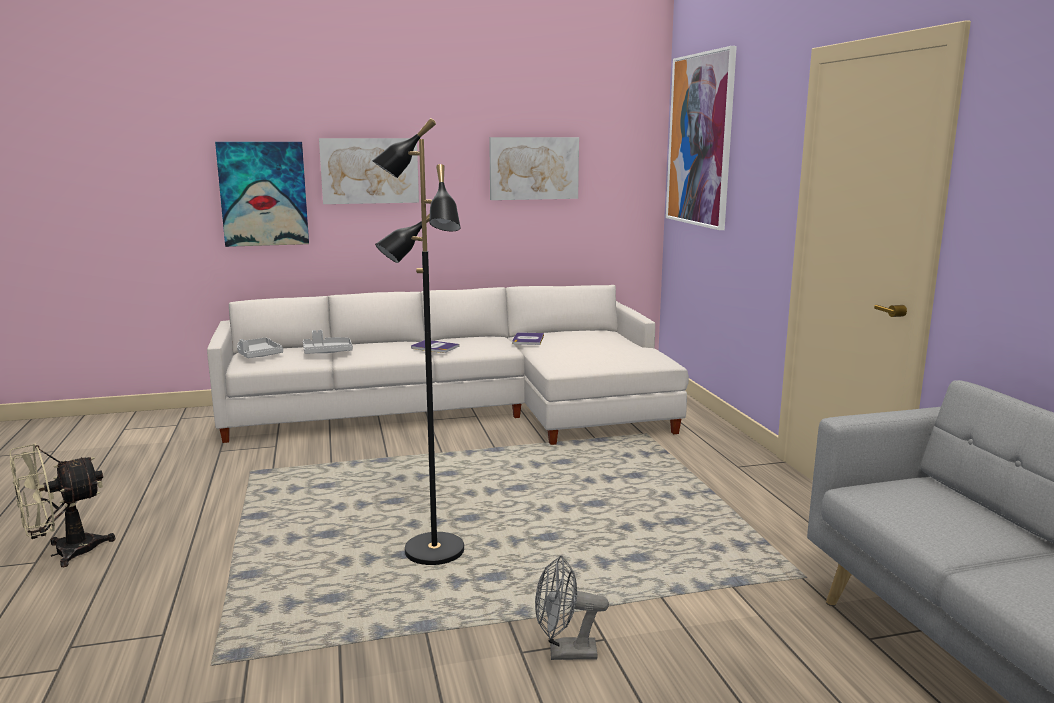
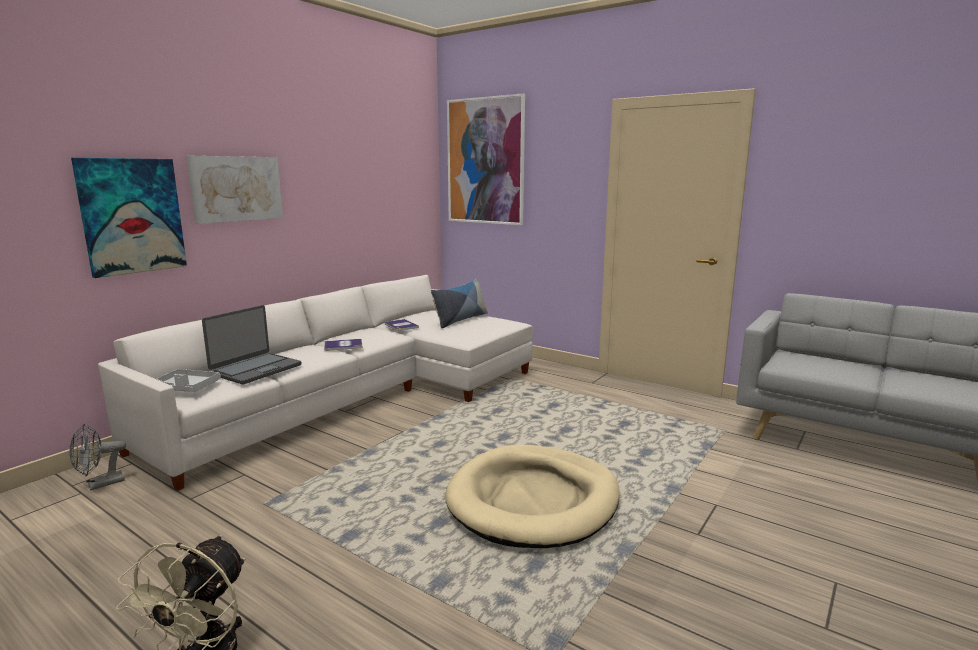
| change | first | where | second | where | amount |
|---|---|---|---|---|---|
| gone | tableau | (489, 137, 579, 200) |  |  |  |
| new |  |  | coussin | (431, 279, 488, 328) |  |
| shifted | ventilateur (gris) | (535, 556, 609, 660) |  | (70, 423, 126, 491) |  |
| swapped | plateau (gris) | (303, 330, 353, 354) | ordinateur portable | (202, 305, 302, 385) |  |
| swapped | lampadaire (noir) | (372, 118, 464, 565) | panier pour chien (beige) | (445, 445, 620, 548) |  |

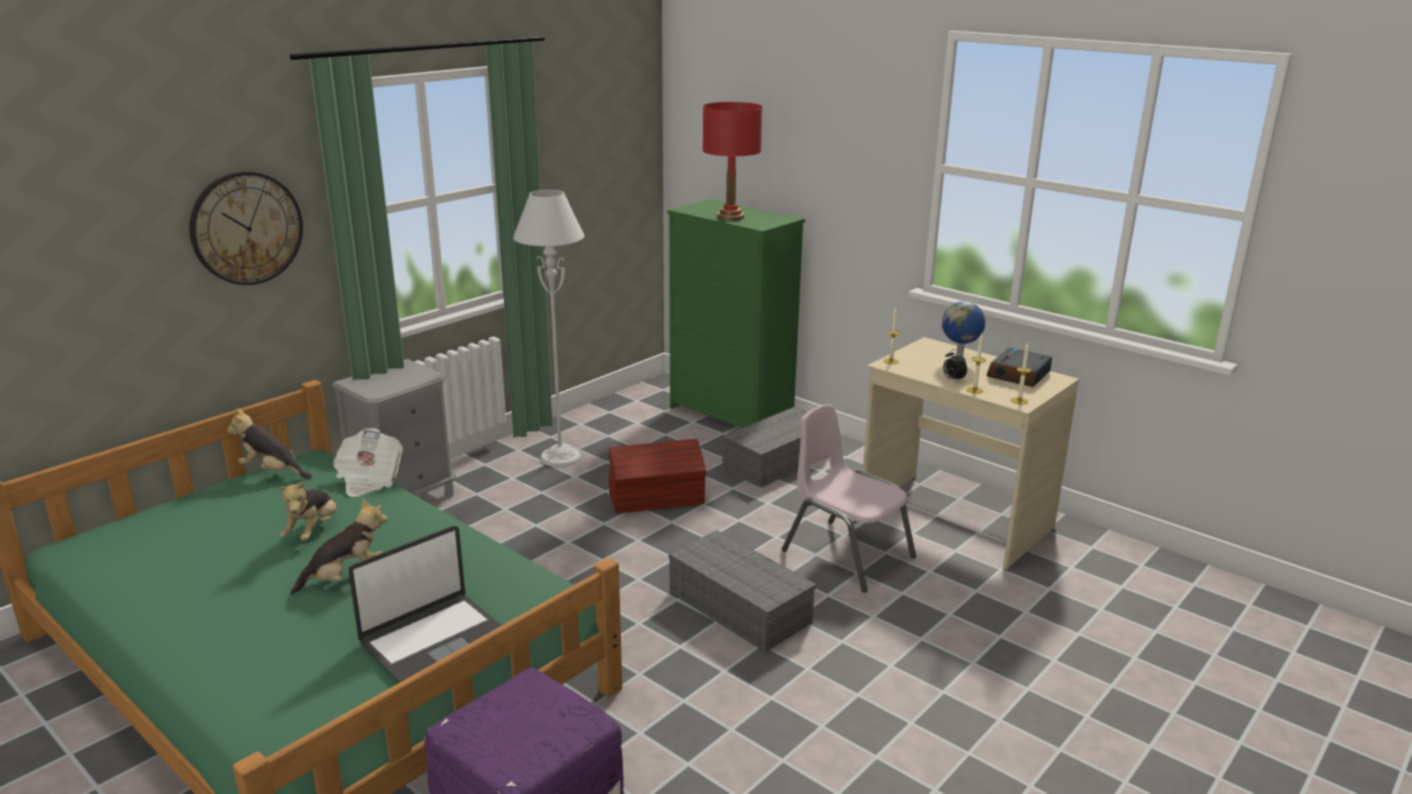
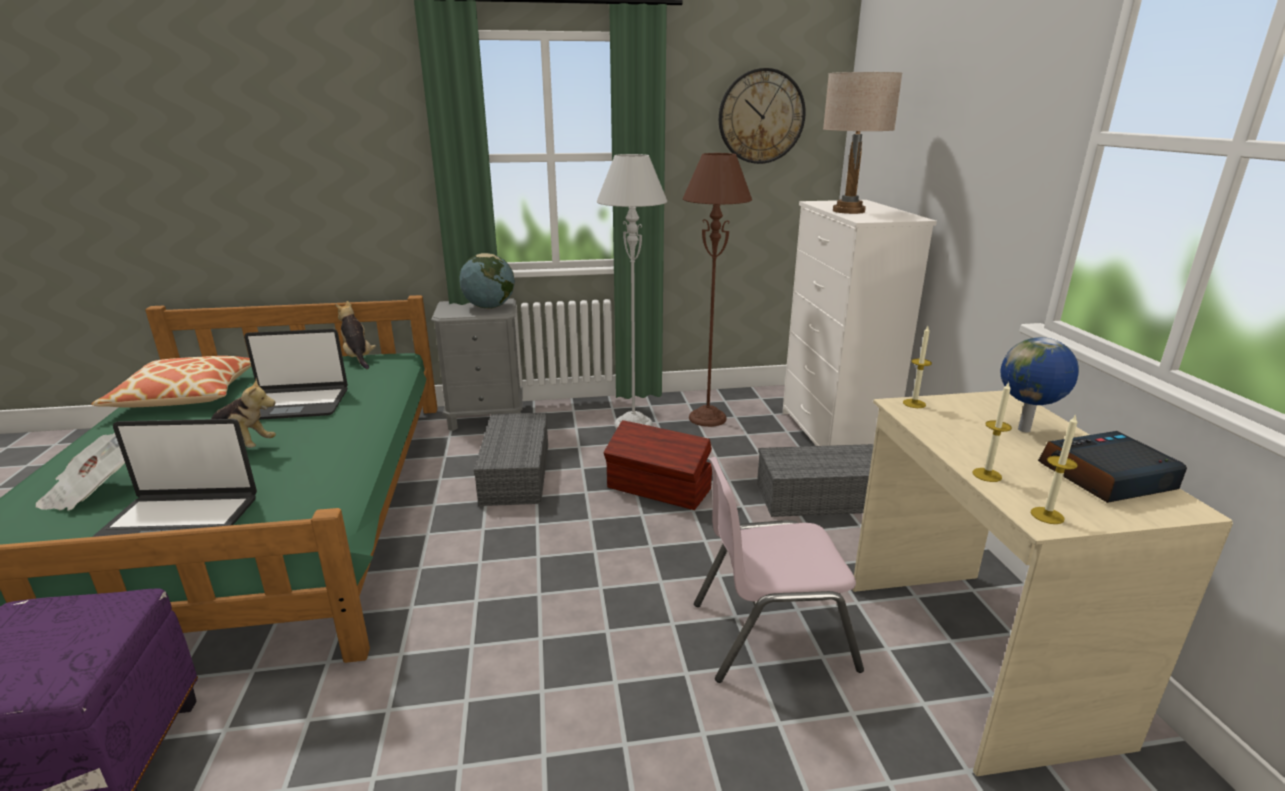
| change | first | where | second | where | amount |
|---|---|---|---|---|---|
| gone | réveil | (943, 349, 967, 383) |  |  |  |
| new |  |  | coussin | (91, 356, 252, 408) |  |
| new |  |  | globe | (459, 253, 515, 309) |  |
| new |  |  | lampadaire (marron) | (683, 153, 752, 427) |  |
| shifted | horloge murale | (189, 171, 303, 285) |  | (719, 68, 806, 164) |  |
| shifted | journal | (333, 428, 403, 497) |  | (36, 433, 125, 511) |  |
| shifted | boîte de rangement (gris) | (668, 530, 816, 652) |  | (474, 413, 548, 506) |  |
| swapped | peluche | (279, 480, 336, 541) | ordinateur portable | (244, 329, 348, 420) |  |
| repainted | commode (vert) | (667, 199, 805, 428) | commode (blanc) | (782, 200, 937, 446) |  |
| repainted | lampe de table (rouge) | (703, 102, 763, 221) | lampe de table (beige) | (823, 72, 902, 214) |  |
| rotated | chaise (rose) | (782, 404, 916, 593) |  | (694, 457, 864, 683) | 90 degrees counterclockwise |

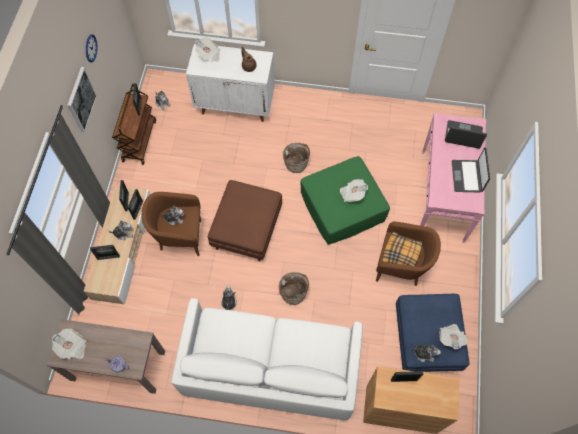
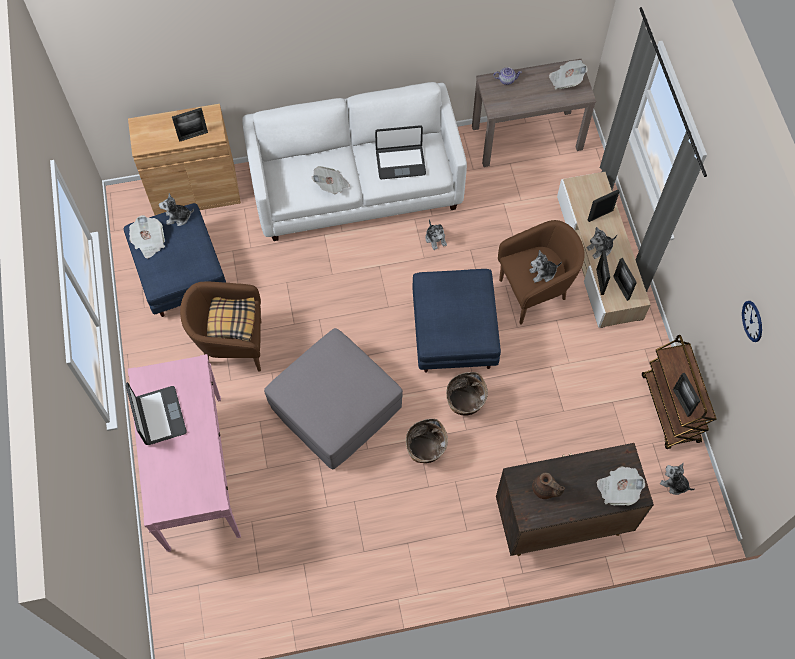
| change | first | where | second | where | amount |
|---|---|---|---|---|---|
| gone | tableau | (67, 67, 97, 133) |  |  |  |
| shifted | panier | (279, 272, 309, 305) |  | (446, 372, 488, 416) |  |
| shifted | journal | (340, 179, 368, 202) |  | (312, 166, 350, 194) |  |
| shifted | ordinateur portable | (445, 120, 487, 149) |  | (375, 125, 426, 179) |  |
| repainted | meuble de rangement (blanc) | (186, 43, 274, 122) | meuble de rangement (marron) | (496, 443, 654, 556) |  |
| repainted | pouf (marron) | (208, 180, 282, 261) | pouf (bleu) | (412, 269, 501, 373) |  |
| repainted | pouf (vert) | (301, 156, 390, 245) | pouf (gris) | (264, 328, 403, 469) |  |

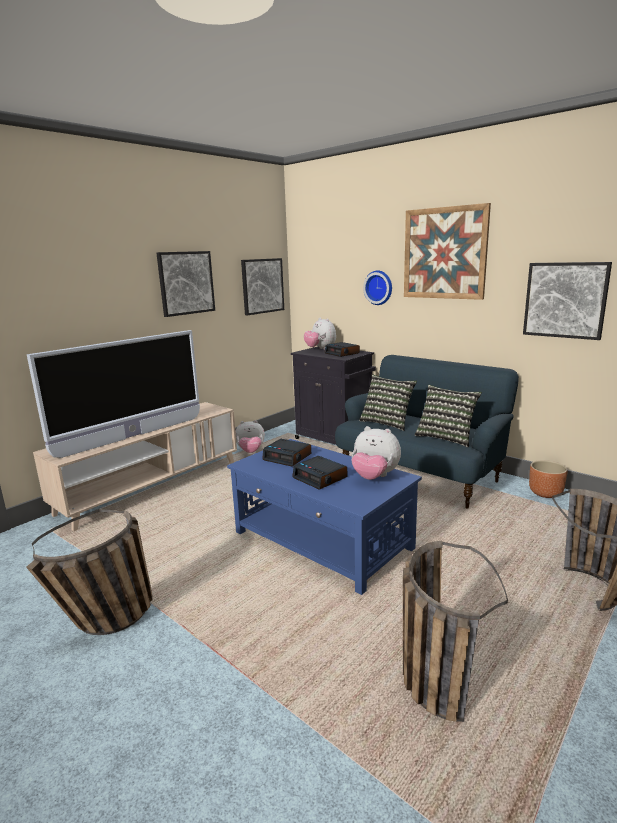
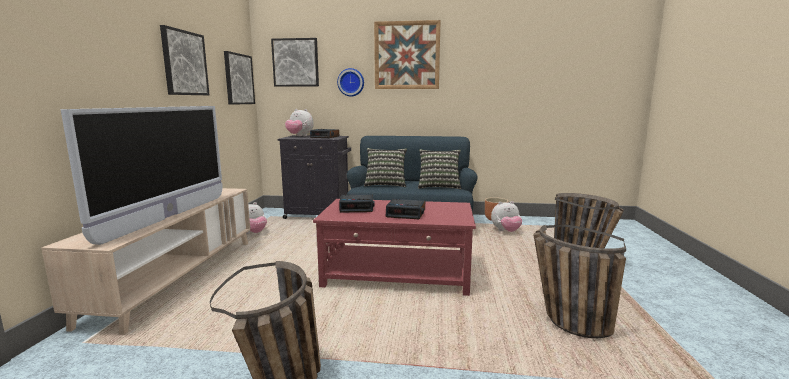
| change | first | where | second | where | amount |
|---|---|---|---|---|---|
| shifted | peluche | (352, 426, 401, 480) |  | (491, 201, 522, 232) |  |
| shifted | tableau | (523, 262, 612, 340) |  | (271, 38, 319, 87) |  |
| repainted | table basse (bleu) | (227, 439, 422, 595) | table basse (rouge) | (313, 199, 476, 296) |  |

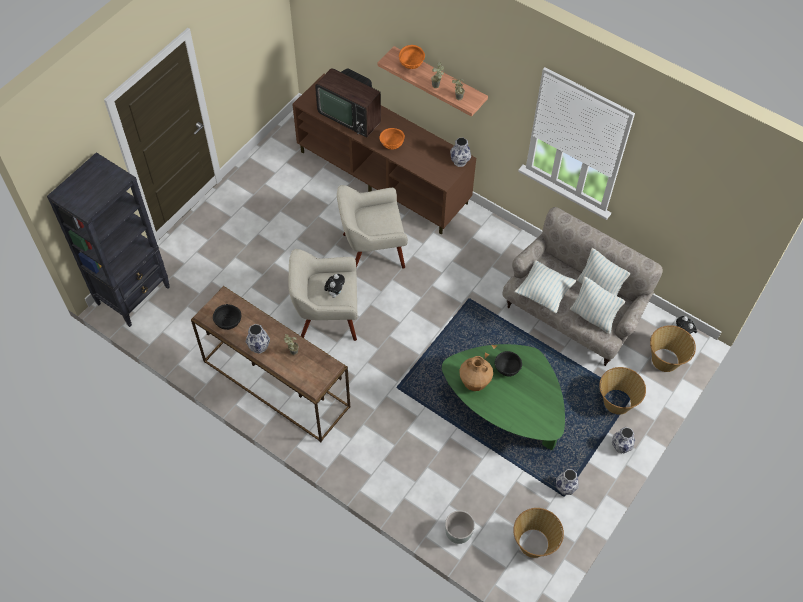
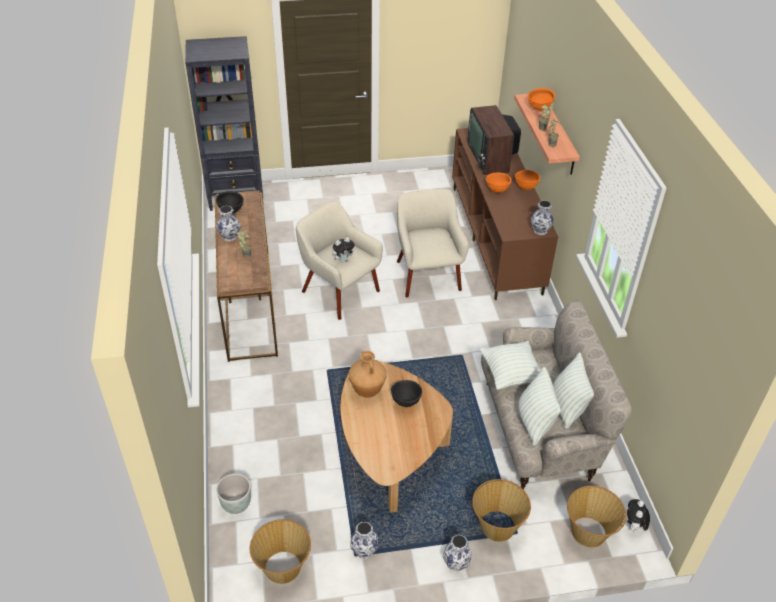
| change | first | where | second | where | amount |
|---|---|---|---|---|---|
| new |  |  | bol (orange) | (515, 170, 540, 190) |  |
| repainted | table basse (vert) | (442, 344, 565, 450) | table basse (marron) | (341, 360, 453, 513) |  |
| rotated | fauteuil (beige) | (337, 185, 408, 269) |  | (397, 189, 469, 298) | 45 degrees clockwise |

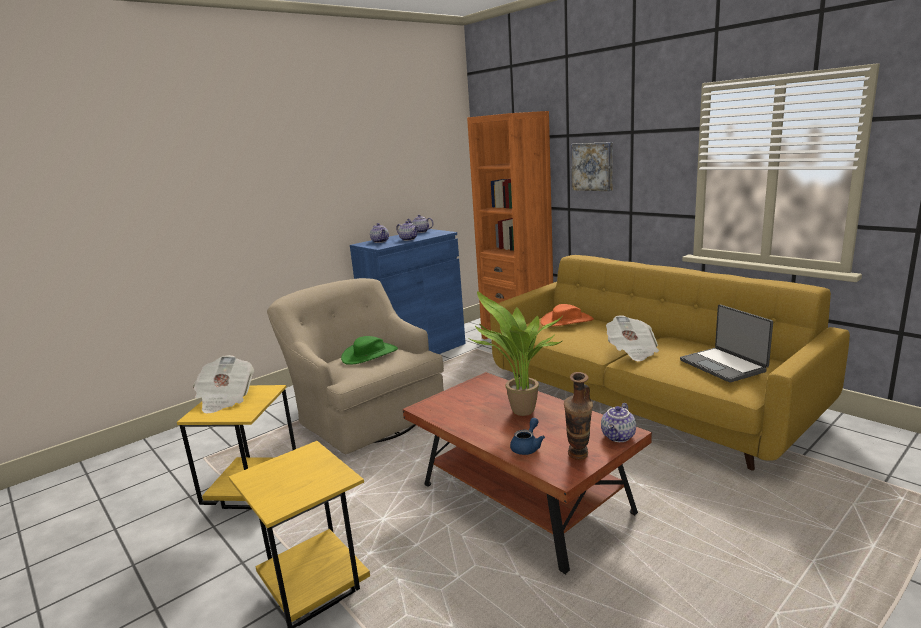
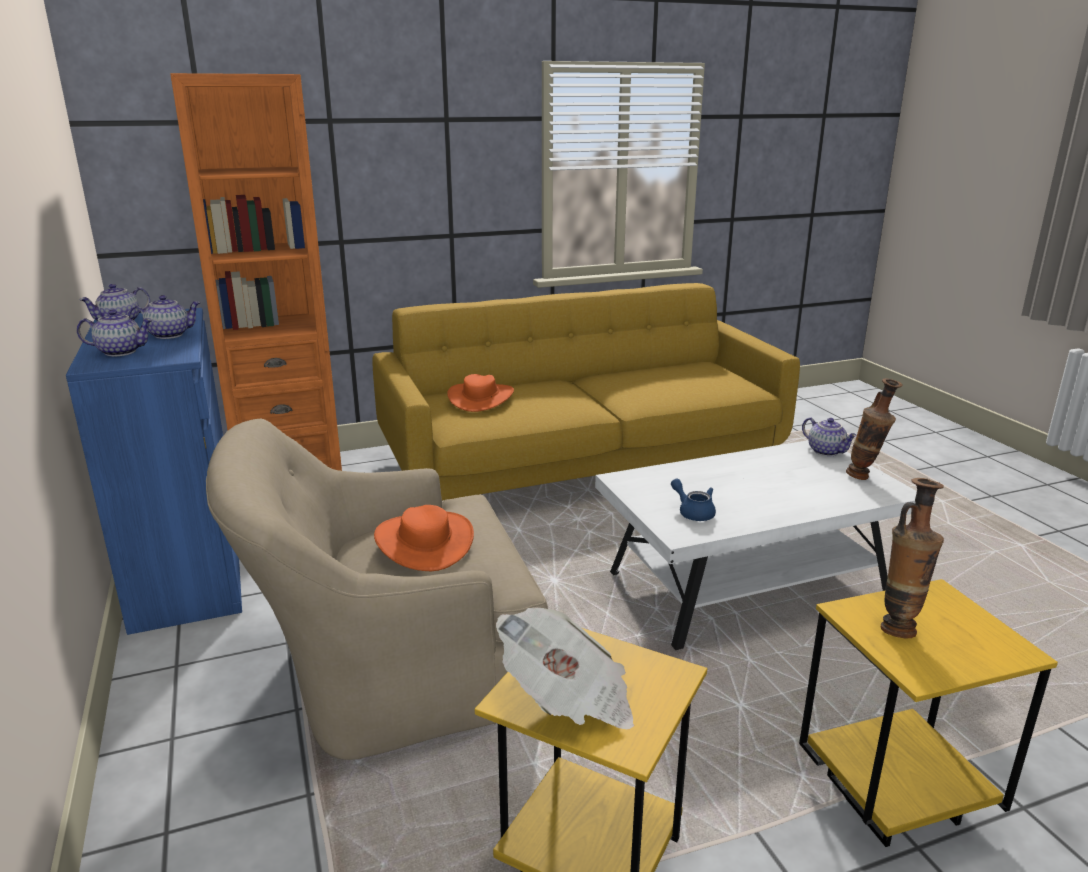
| change | first | where | second | where | amount |
|---|---|---|---|---|---|
| gone | plante en pot | (470, 291, 563, 416) |  |  |  |
| gone | tableau | (571, 142, 613, 191) |  |  |  |
| gone | journal | (606, 315, 659, 362) |  |  |  |
| gone | ordinateur portable | (680, 304, 773, 383) |  |  |  |
| new |  |  | vase | (881, 478, 944, 638) |  |
| shifted | théière (bleu) | (510, 418, 545, 455) |  | (671, 479, 716, 521) |  |
| repainted | chapeau (vert) | (341, 336, 398, 365) | chapeau (orange) | (374, 505, 474, 571) |  |
| repainted | table basse (marron) | (403, 372, 652, 575) | table basse (blanc) | (595, 440, 917, 650) |  |

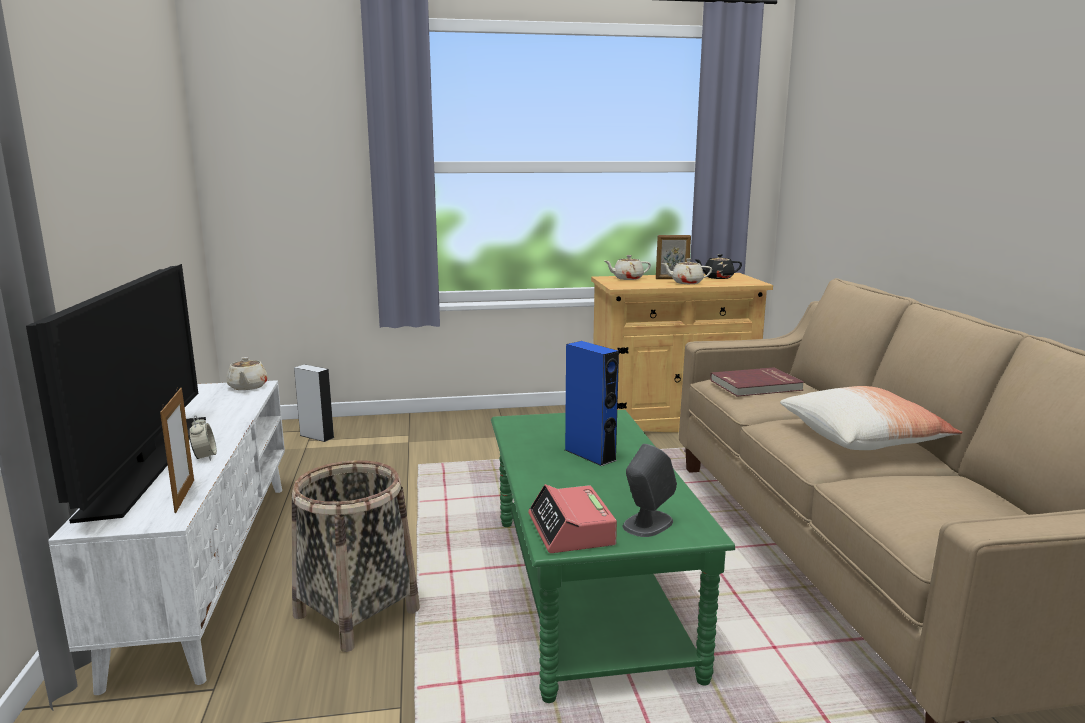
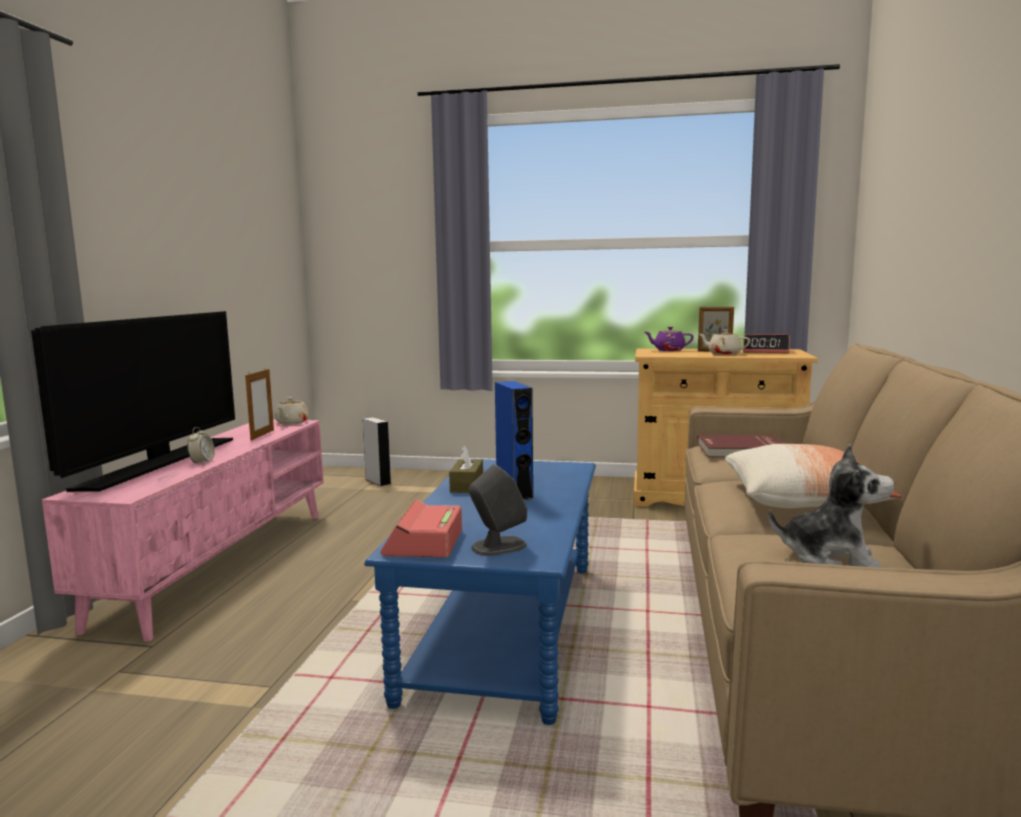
| change | first | where | second | where | amount |
|---|---|---|---|---|---|
| gone | panier | (292, 460, 420, 652) |  |  |  |
| new |  |  | boîte à mouchoirs (marron) | (449, 446, 483, 493) |  |
| new |  |  | peluche | (768, 444, 894, 568) |  |
| shifted | cadre photo | (160, 388, 194, 513) |  | (245, 368, 274, 441) |  |
| swapped | théière (noir) | (694, 254, 742, 279) | réveil | (743, 334, 790, 354) |  |
| repainted | meuble télé (blanc) | (48, 380, 285, 695) | meuble télé (rose) | (42, 419, 324, 642) |  |
| repainted | table basse (vert) | (491, 410, 735, 703) | table basse (bleu) | (364, 459, 596, 725) |  |
| repainted | théière (beige) | (605, 255, 651, 280) | théière (violet) | (645, 327, 693, 351) |  |

